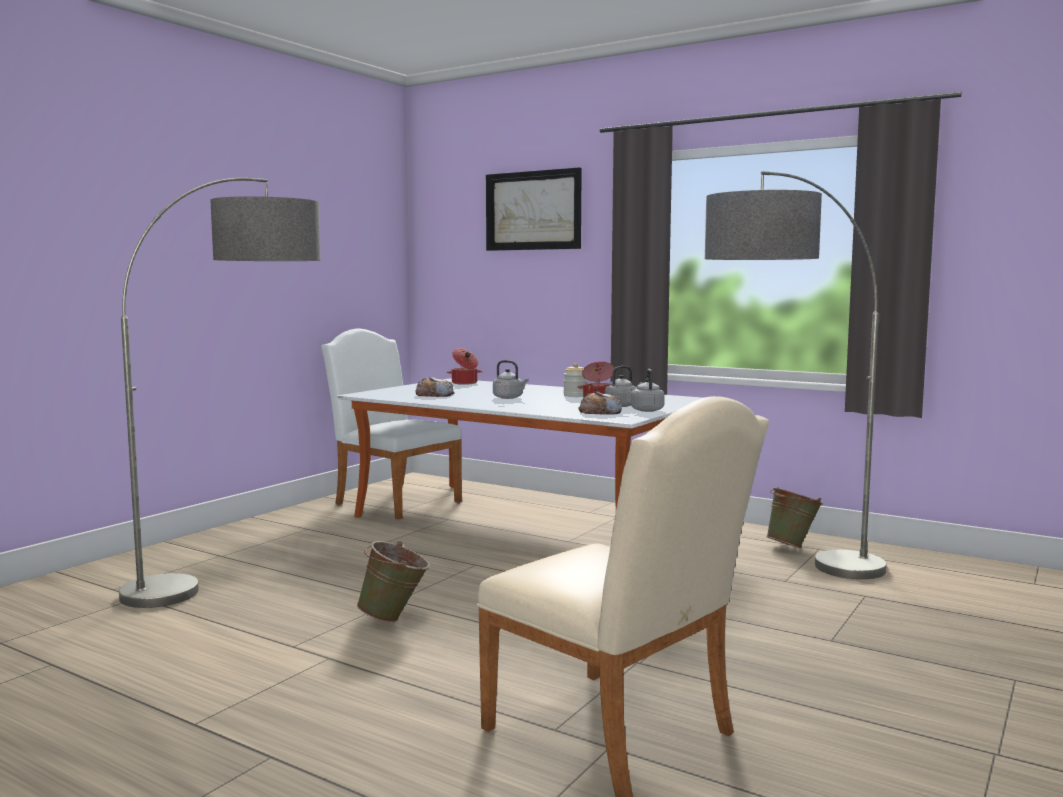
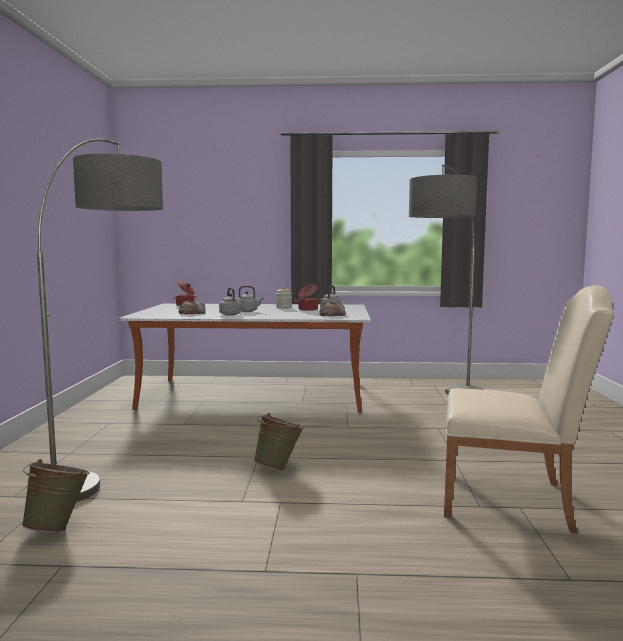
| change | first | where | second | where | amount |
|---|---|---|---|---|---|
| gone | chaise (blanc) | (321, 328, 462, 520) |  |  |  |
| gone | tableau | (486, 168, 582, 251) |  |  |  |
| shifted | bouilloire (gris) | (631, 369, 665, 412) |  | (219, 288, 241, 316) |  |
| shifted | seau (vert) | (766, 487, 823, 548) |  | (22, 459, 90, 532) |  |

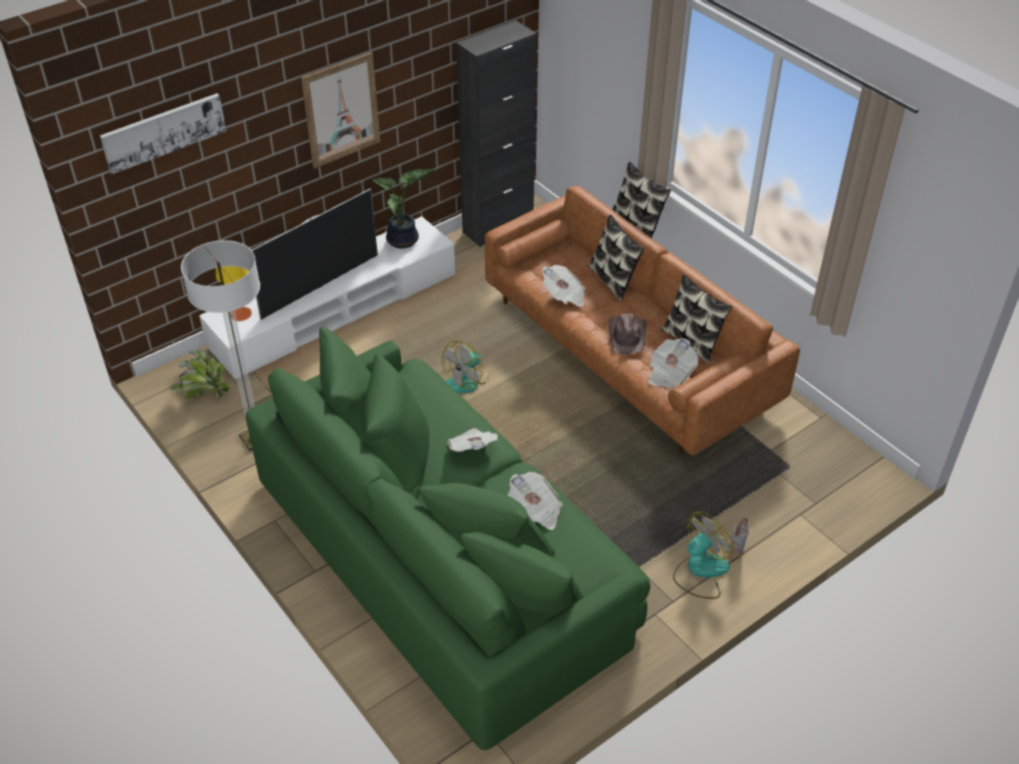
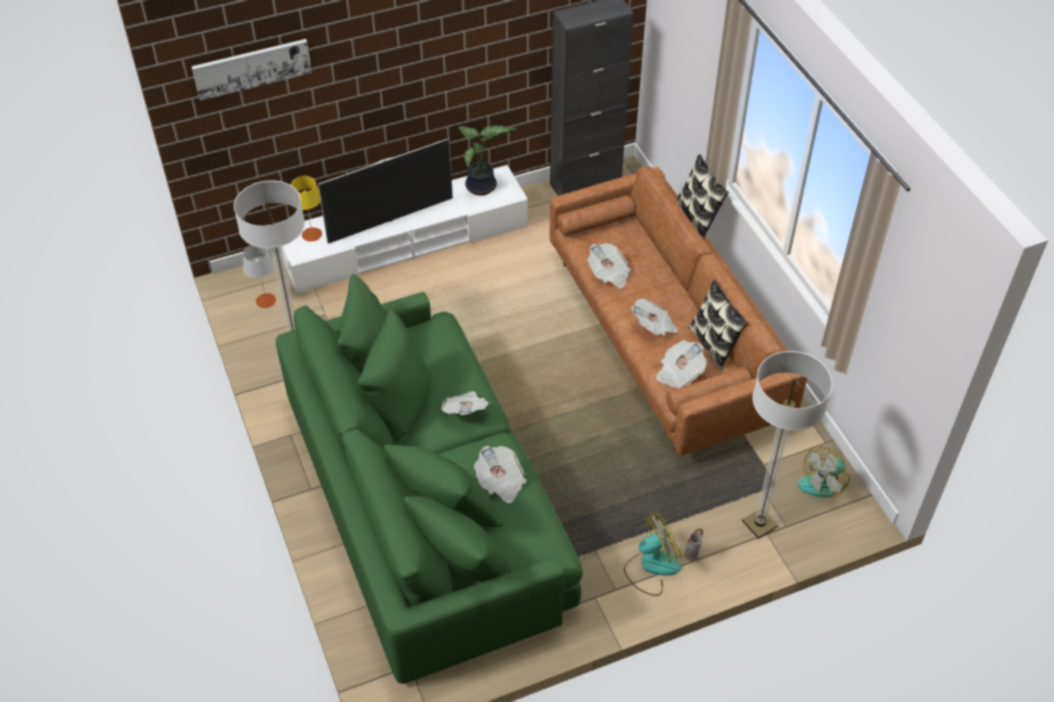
| change | first | where | second | where | amount |
|---|---|---|---|---|---|
| gone | tableau | (301, 52, 380, 169) |  |  |  |
| gone | coussin | (588, 214, 644, 301) |  |  |  |
| new |  |  | lampadaire | (742, 351, 833, 539) |  |
| shifted | ventilateur | (441, 341, 489, 393) |  | (798, 446, 850, 497) |  |
| swapped | plante en pot | (170, 349, 231, 399) | lampe de table (gris) | (243, 245, 276, 308) |  |
| swapped | chapeau (marron) | (609, 313, 646, 354) | journal | (631, 299, 678, 336) |  |

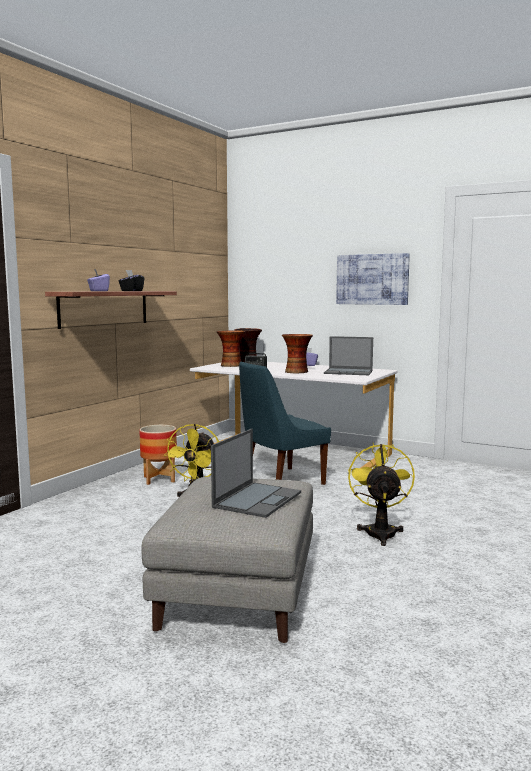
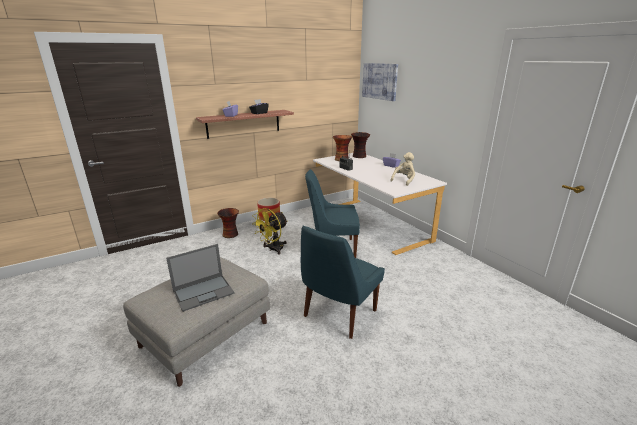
| change | first | where | second | where | amount |
|---|---|---|---|---|---|
| shifted | vase | (282, 334, 313, 373) |  | (217, 208, 239, 238) |  |
| shifted | tableau | (336, 253, 410, 305) |  | (362, 63, 398, 101) |  |
| swapped | ordinateur portable | (324, 336, 373, 375) | peluche (beige) | (390, 152, 415, 186) |  |
| swapped | ventilateur (jaune) | (348, 443, 415, 546) | chaise (bleu) | (301, 226, 385, 339) |  |

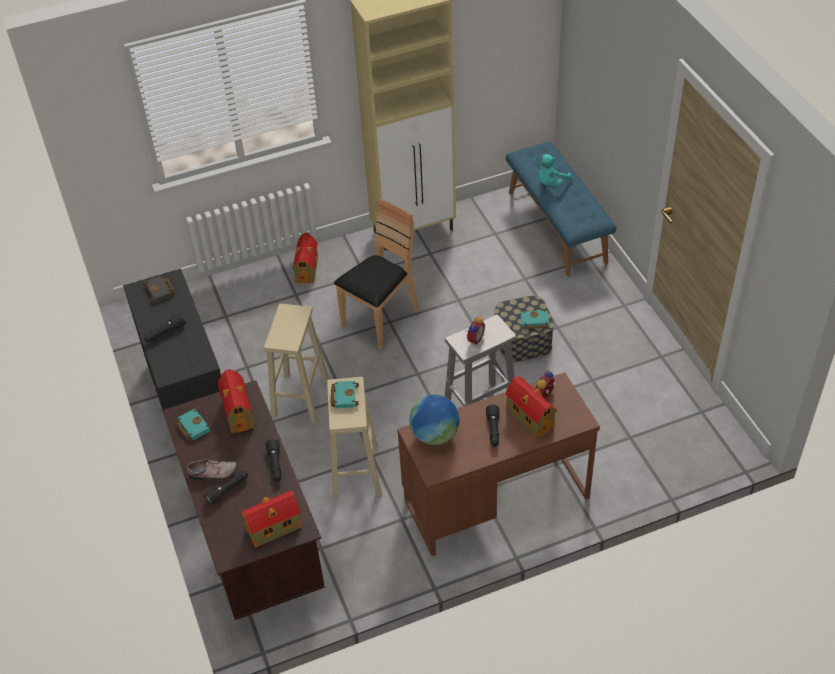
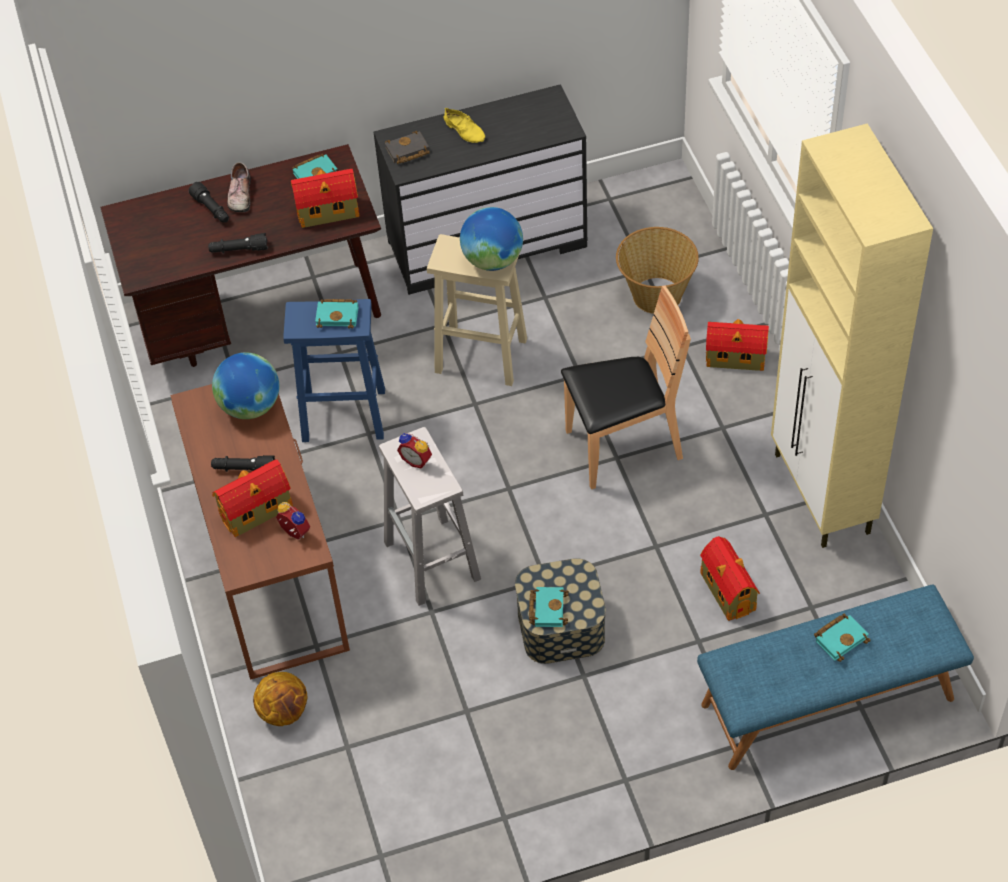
| change | first | where | second | where | amount |
|---|---|---|---|---|---|
| new |  |  | ballon de basket | (253, 672, 307, 726) |  |
| new |  |  | globe | (460, 207, 523, 271) |  |
| new |  |  | panier | (616, 227, 699, 314) |  |
| shifted | livre (noir) | (143, 276, 175, 303) |  | (385, 131, 430, 164) |  |
| shifted | maison miniature | (241, 490, 302, 548) |  | (700, 536, 760, 621) |  |
| swapped | lampe de poche (noir) | (144, 314, 186, 342) | chaussure (jaune) | (443, 108, 485, 143) |  |
| swapped | peluche (turquoise) | (538, 154, 572, 187) | livre (turquoise) | (814, 614, 870, 662) |  |
| repainted | tabouret (beige) | (327, 377, 382, 500) | tabouret (bleu) | (283, 299, 385, 442) |  |
| rotated | chaise (marron) | (334, 198, 419, 349) |  | (561, 286, 691, 489) | 60 degrees counterclockwise |

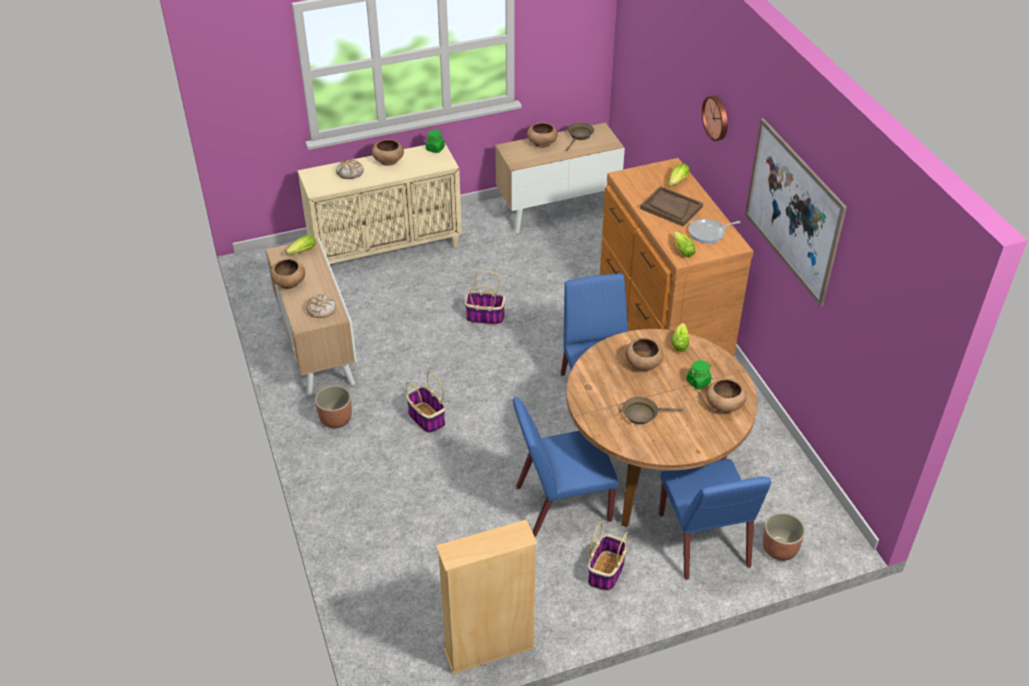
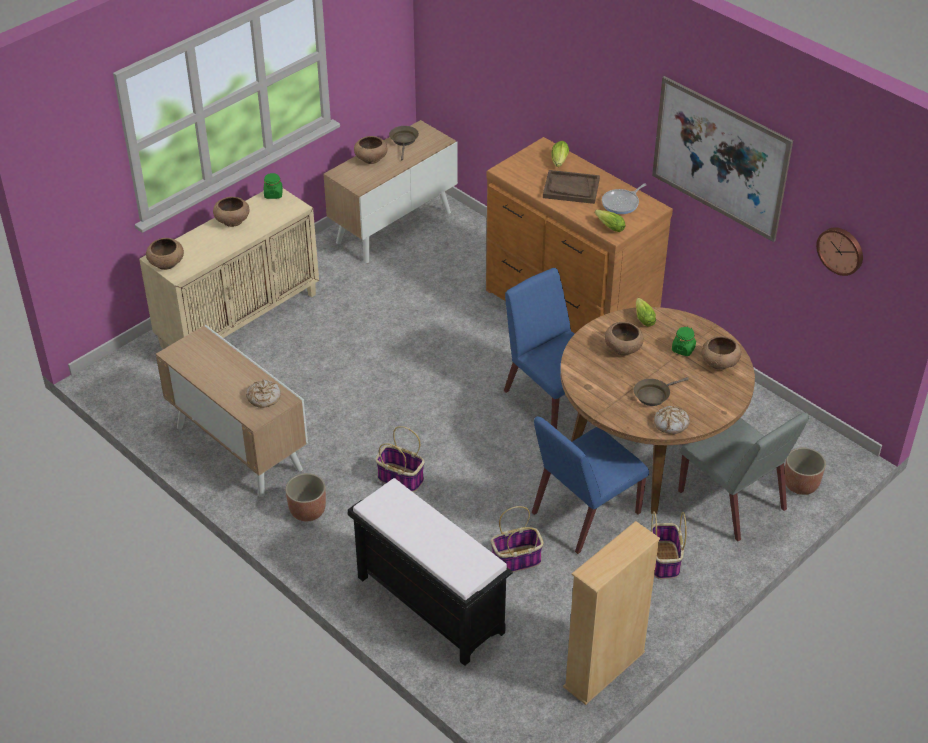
| change | first | where | second | where | amount |
|---|---|---|---|---|---|
| gone | laitue | (285, 235, 316, 254) |  |  |  |
| new |  |  | banc (noir) | (348, 478, 512, 666) |  |
| shifted | bol (marron) | (270, 259, 305, 289) |  | (146, 238, 184, 270) |  |
| shifted | pain | (336, 160, 364, 179) |  | (654, 406, 689, 434) |  |
| shifted | panier | (465, 270, 505, 325) |  | (491, 506, 543, 572) |  |
| shifted | horloge murale | (702, 95, 728, 141) |  | (816, 227, 863, 276) |  |
| repainted | chaise (bleu) | (659, 459, 771, 580) | chaise (gris) | (678, 413, 809, 541) |  |

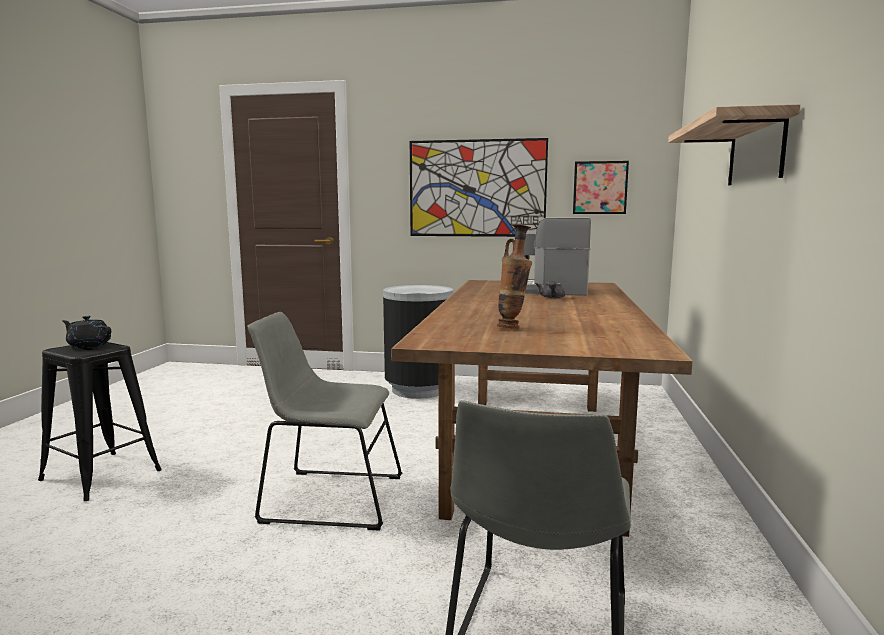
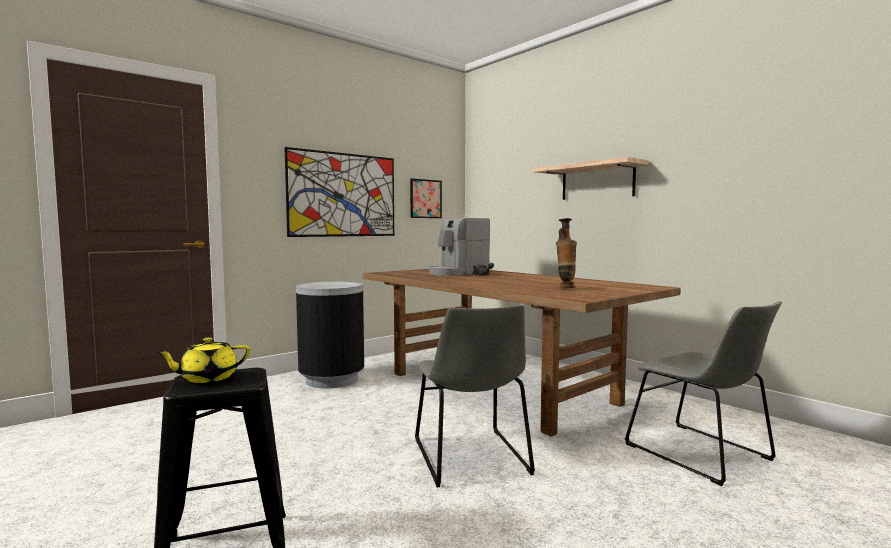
| change | first | where | second | where | amount |
|---|---|---|---|---|---|
| repainted | théière (noir) | (62, 316, 111, 348) | théière (jaune) | (156, 337, 250, 383) |  |
| rotated | chaise (gris) | (247, 312, 402, 531) |  | (415, 305, 535, 487) | 60 degrees counterclockwise |

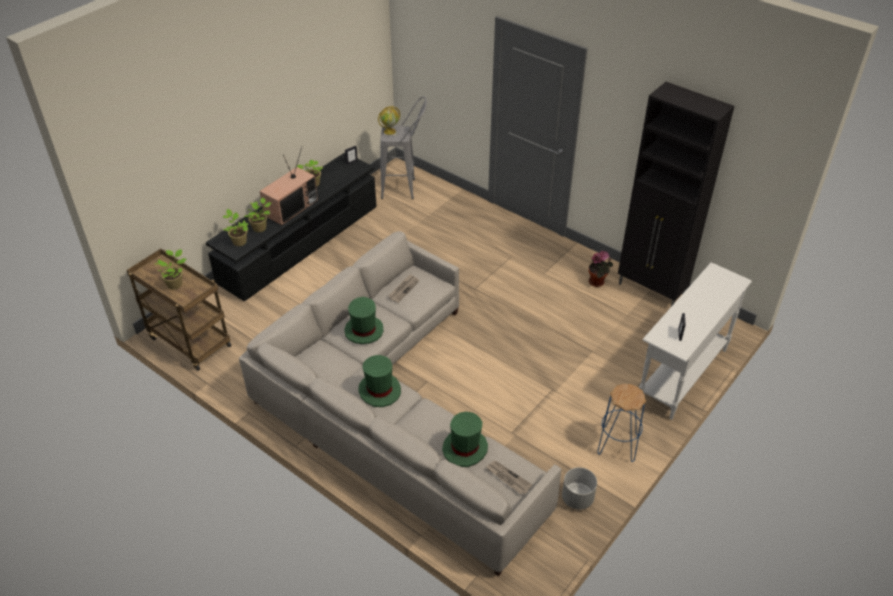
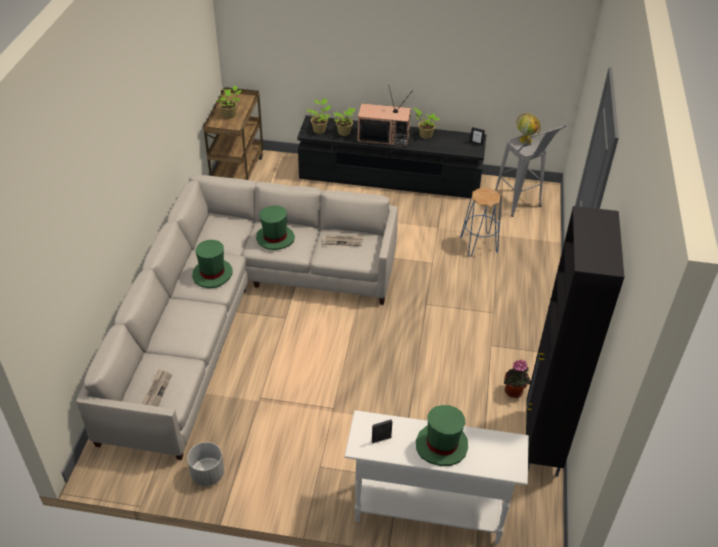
| change | first | where | second | where | amount |
|---|---|---|---|---|---|
| shifted | chapeau (vert) | (442, 412, 488, 467) |  | (416, 405, 468, 466) |  |
| shifted | tabouret (bleu) | (597, 384, 646, 462) |  | (460, 188, 501, 257) |  |

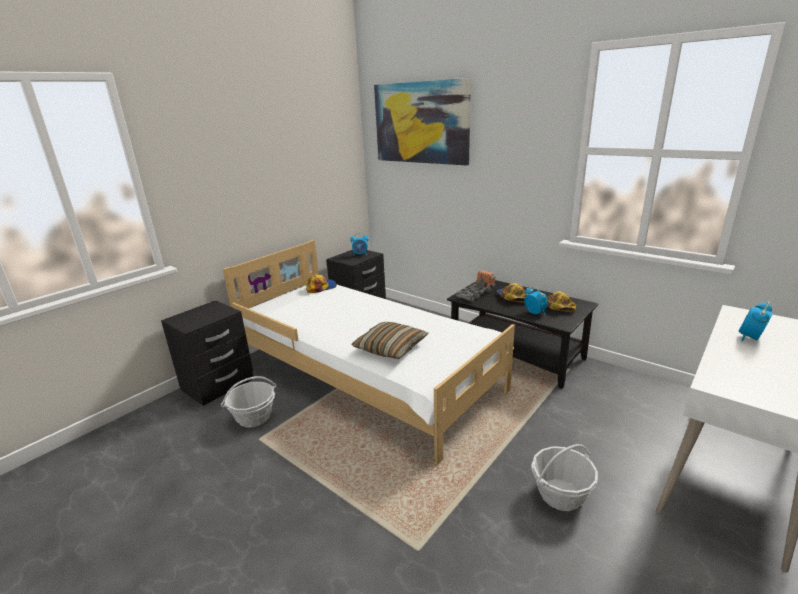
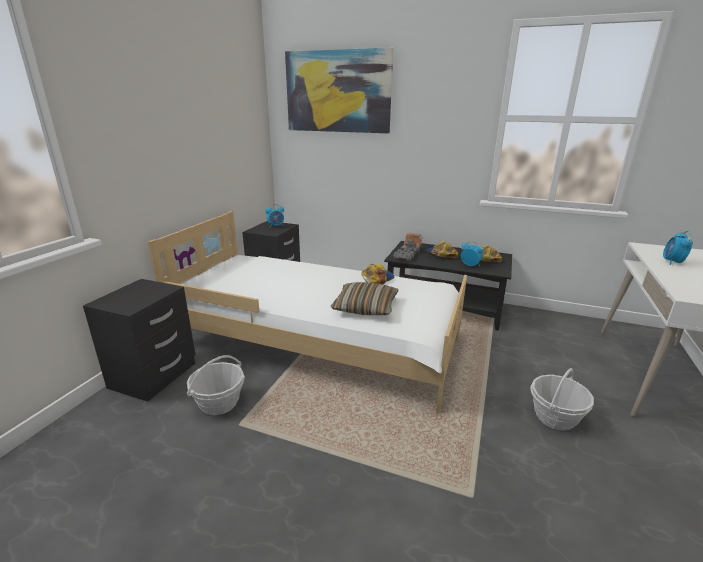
| change | first | where | second | where | amount |
|---|---|---|---|---|---|
| shifted | casquette | (305, 274, 337, 293) |  | (361, 264, 395, 285) |  |

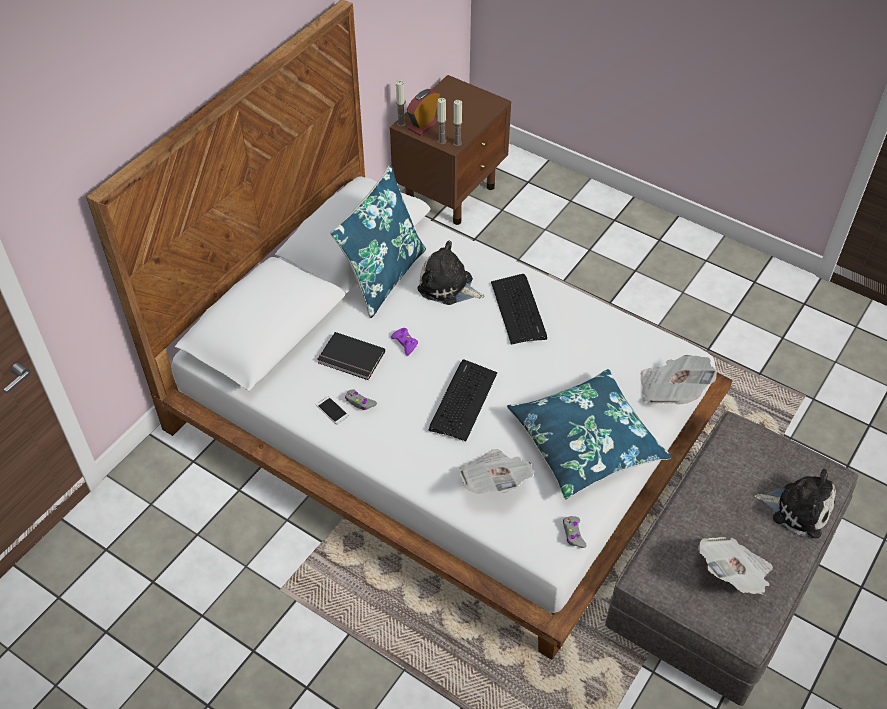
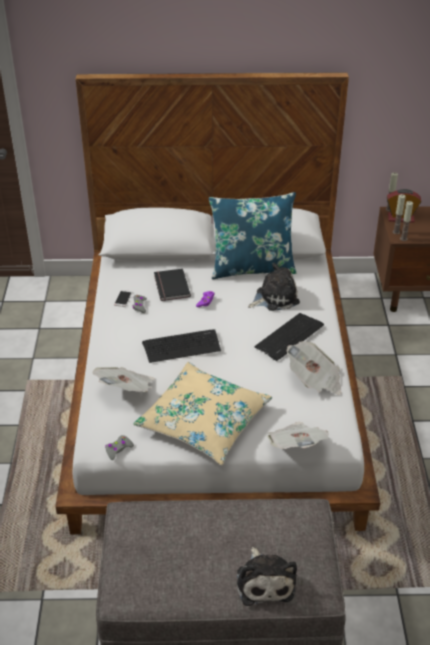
| change | first | where | second | where | amount |
|---|---|---|---|---|---|
| shifted | journal | (698, 537, 773, 595) |  | (287, 341, 341, 394) |  |
| repainted | coussin (bleu) | (507, 369, 672, 500) | coussin (beige) | (134, 362, 272, 465) |  |
| rotated | peluche | (417, 241, 484, 305) |  | (248, 263, 300, 311) | 75 degrees clockwise |

